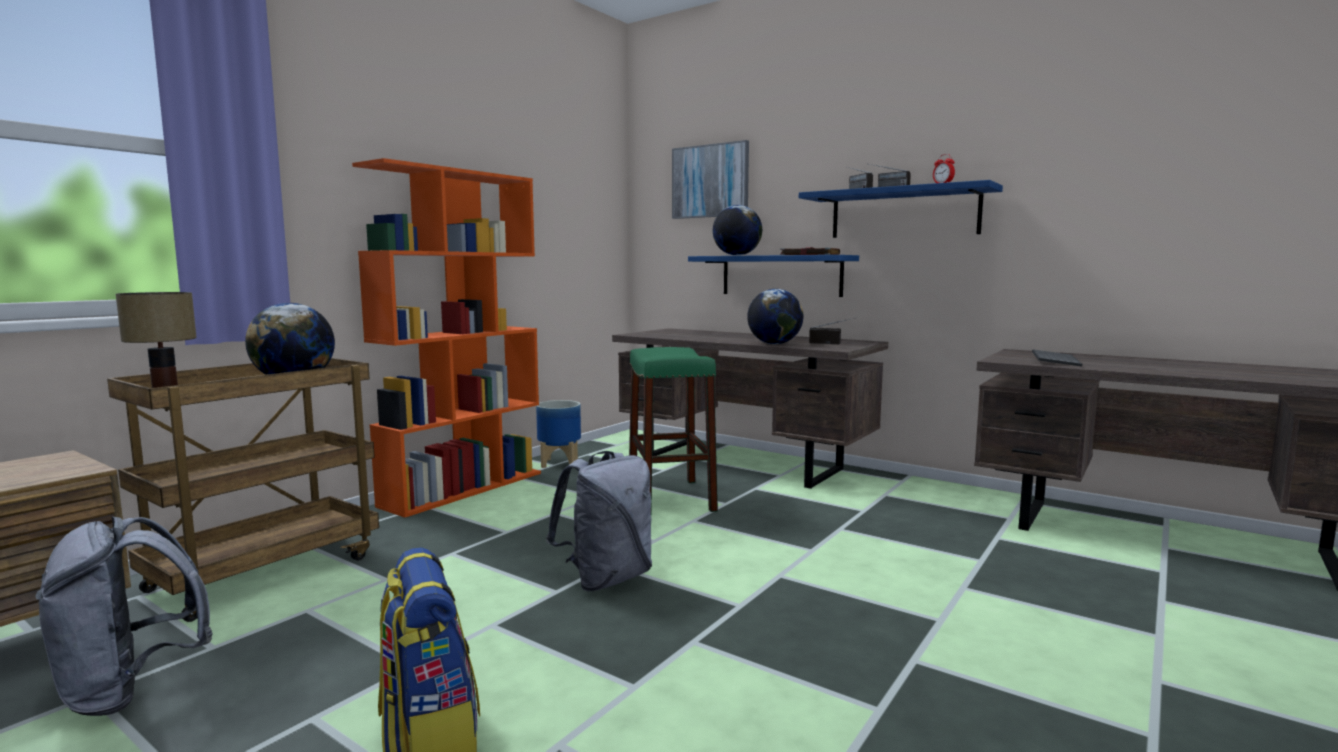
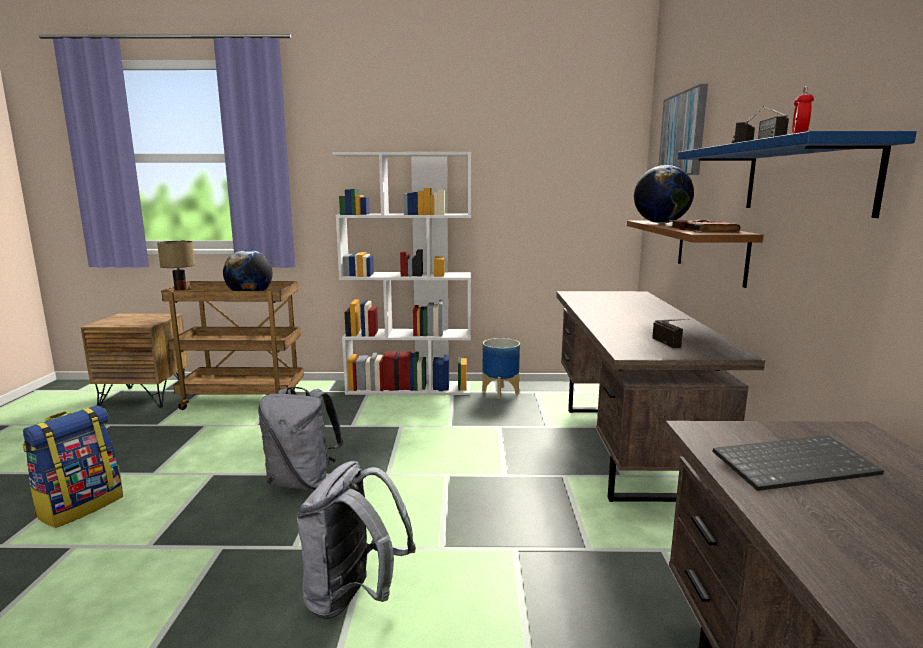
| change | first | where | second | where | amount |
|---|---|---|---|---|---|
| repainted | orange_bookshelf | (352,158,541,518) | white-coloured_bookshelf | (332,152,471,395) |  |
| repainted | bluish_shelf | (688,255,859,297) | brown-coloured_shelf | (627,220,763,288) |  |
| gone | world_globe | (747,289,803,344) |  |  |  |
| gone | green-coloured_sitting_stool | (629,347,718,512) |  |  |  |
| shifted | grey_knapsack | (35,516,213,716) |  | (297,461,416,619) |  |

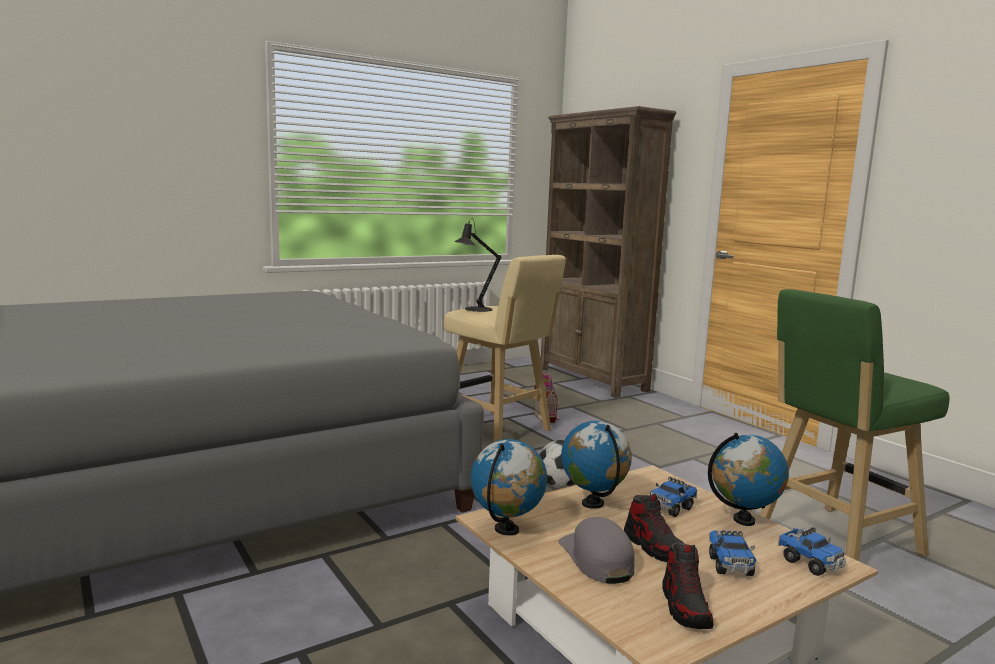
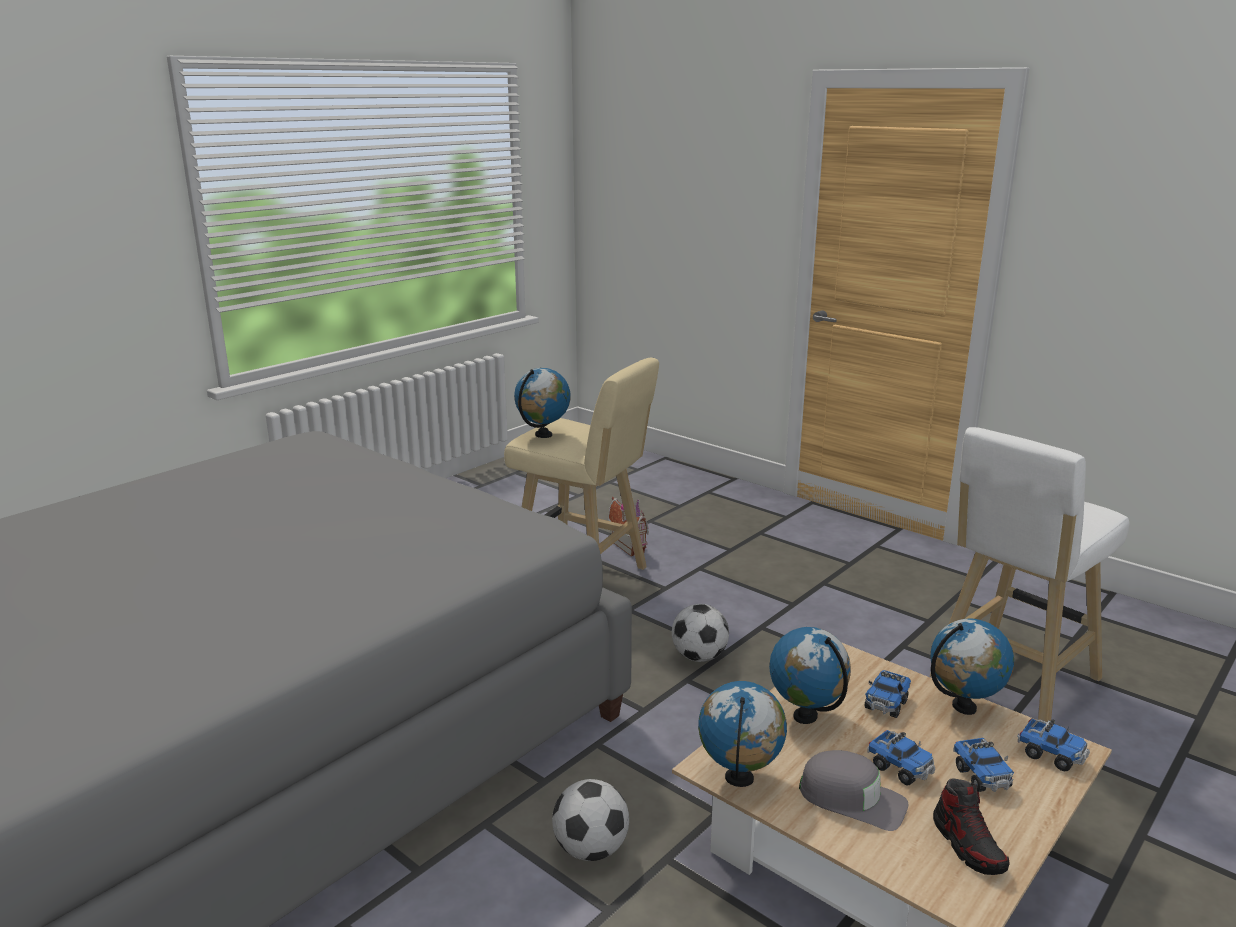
| change | first | where | second | where | amount |
|---|---|---|---|---|---|
| gone | brown-coloured_bookshelf | (541,106,676,398) |  |  |  |
| swapped | blackish_lamp_for_a_table | (454,218,501,312) | world_globe | (514,368,570,438) |  |
| repainted | green-coloured_sitting_stool | (760,289,950,561) | white-coloured_sitting_stool | (930,427,1129,722) |  |
| swapped | item_of_footwear | (624,494,685,562) | toy_truck | (867,730,935,785) |  |
| rotated | grey_baseball_cap | (558,517,635,584) |  | (799,750,909,831) | 150 degrees clockwise |
| new |  |  | ball_for_football | (552,779,629,861) |  |

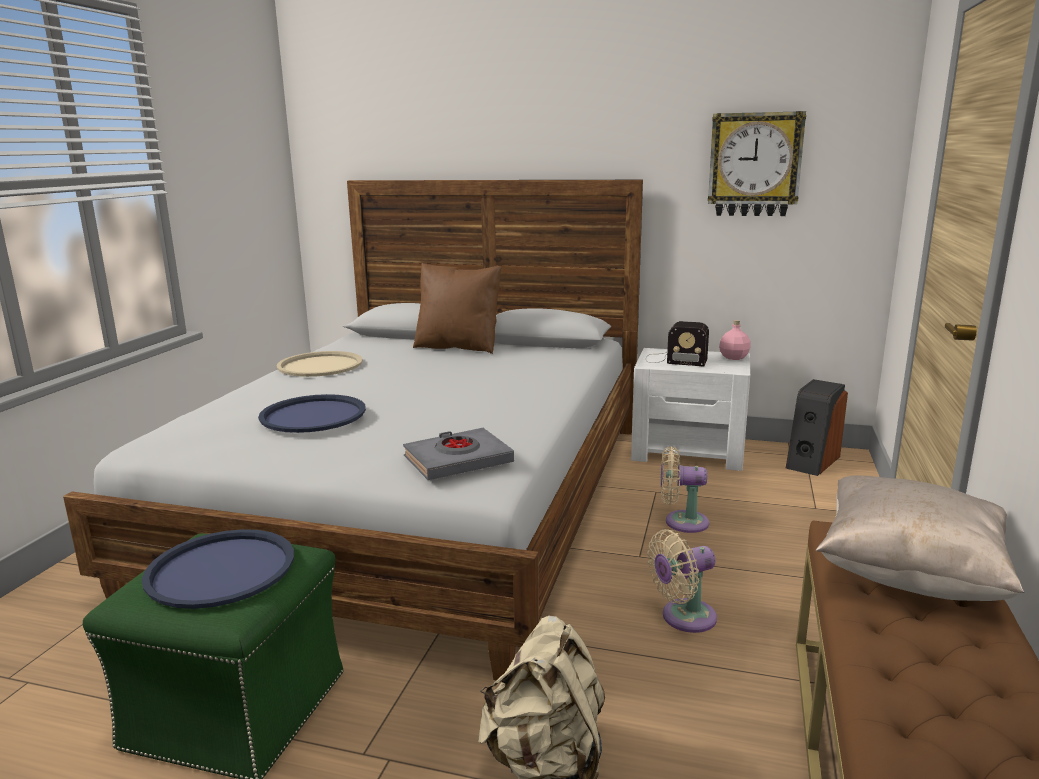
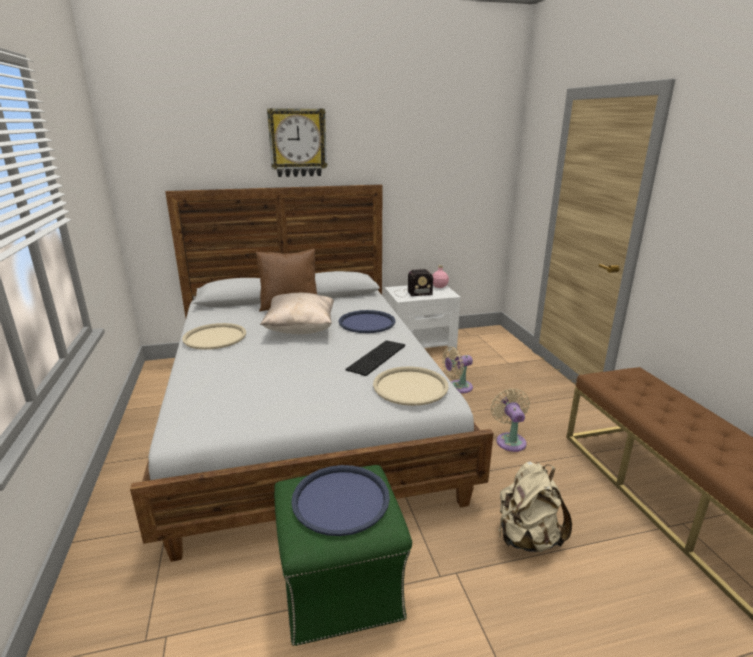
| change | first | where | second | where | amount |
|---|---|---|---|---|---|
| shifted | clock_on_the_wall | (708,111,806,216) |  | (267,108,327,177) |  |
| gone | audio_speaker | (786,379,848,476) |  |  |  |
| shifted | bluish_serving_tray | (258,394,366,433) |  | (338,310,395,333) |  |
| swapped | grey_bound_book | (403,428,514,480) | beige_serving_tray | (373,366,449,406) |  |
| shifted | beige_pillow | (815,475,1024,601) |  | (260,293,334,334) |  |
| rotated | beige_electric_fan | (647,529,717,633) |  | (491,388,530,452) | 135 degrees clockwise |
| new |  |  | computer_keyboard | (345,340,405,376) |  |

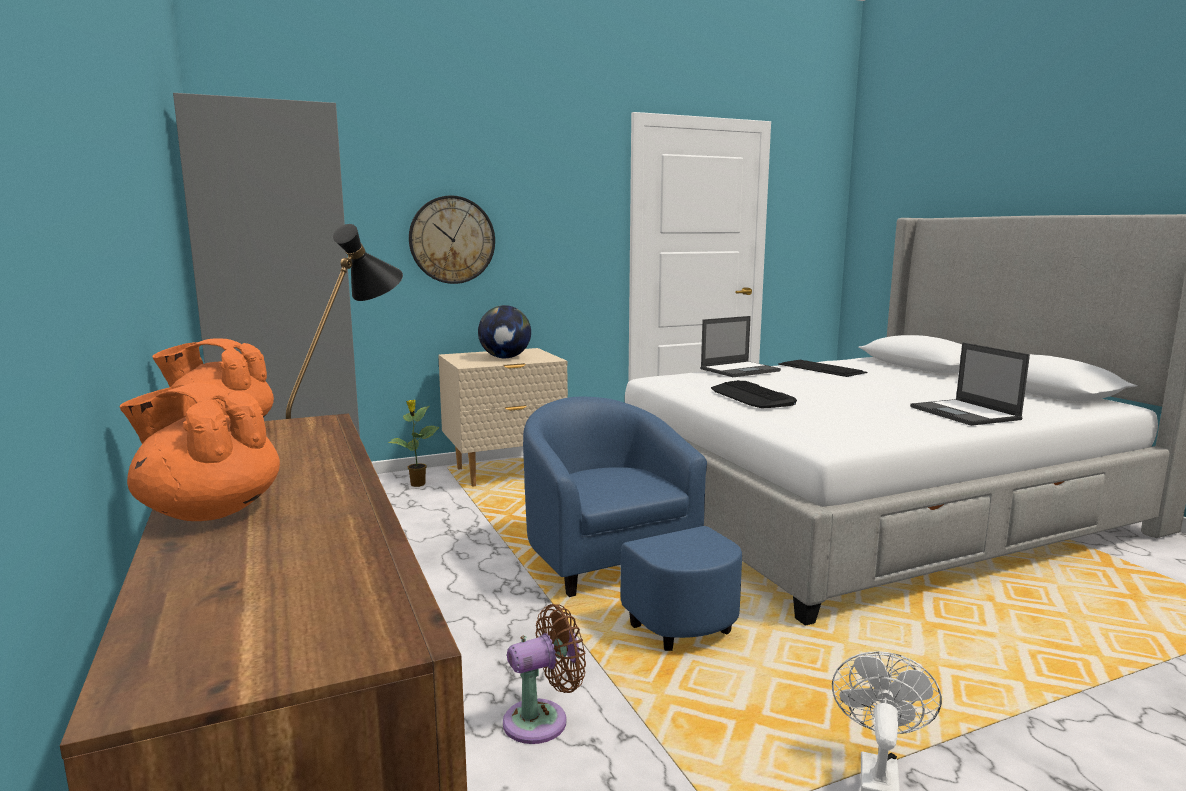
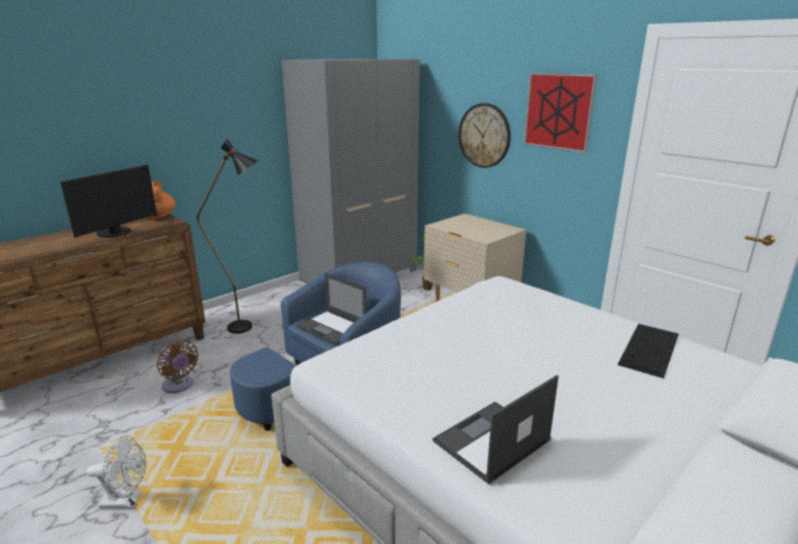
| change | first | where | second | where | amount |
|---|---|---|---|---|---|
| gone | world_globe | (478,305,531,358) |  |  |  |
| shifted | laptop | (700,316,781,377) |  | (296,273,366,345) |  |
| gone | computer_keyboard | (711,380,797,408) |  |  |  |
| gone | orange_pot_for_tea | (119,383,280,521) |  |  |  |
| new |  |  | wall_picture | (523,73,597,153) |  |
| new |  |  | computer_display | (60,165,157,238) |  |

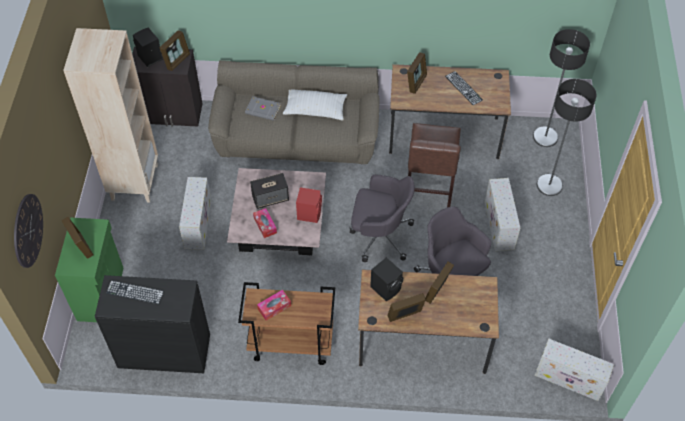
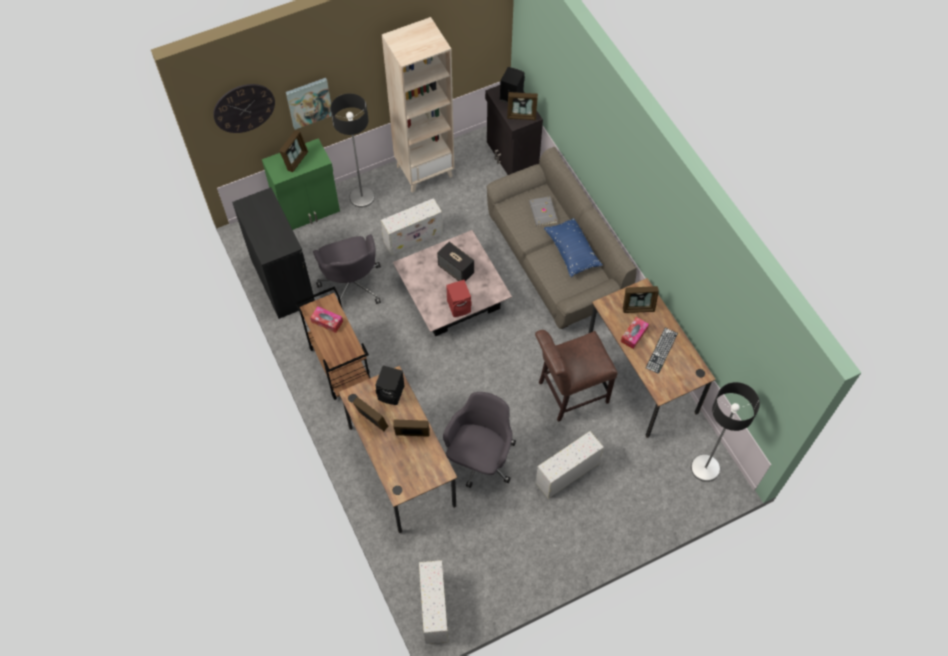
| change | first | where | second | where | amount |
|---|---|---|---|---|---|
| shifted | standing_lamp | (537,79,597,196) |  | (330,93,375,208) |  |
| repainted | white-coloured_pillow | (283,89,347,121) | bluish_pillow | (544,218,602,278) |  |
| shifted | grey_desk_chair | (350,175,415,262) |  | (313,234,381,304) |  |
| shifted | tissue_box | (253,208,277,238) |  | (621,317,649,349) |  |
| gone | computer_keyboard | (106,280,164,304) |  |  |  |
| new |  |  | wall_picture | (286,78,332,130) |  |

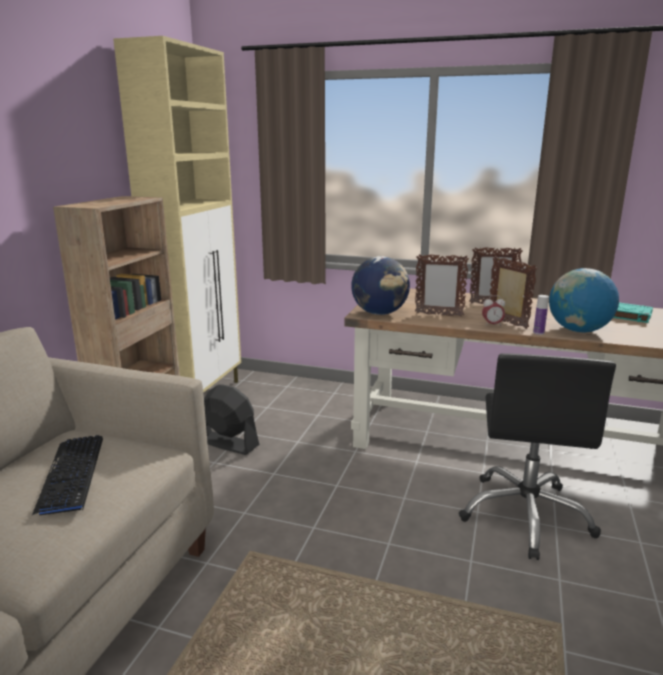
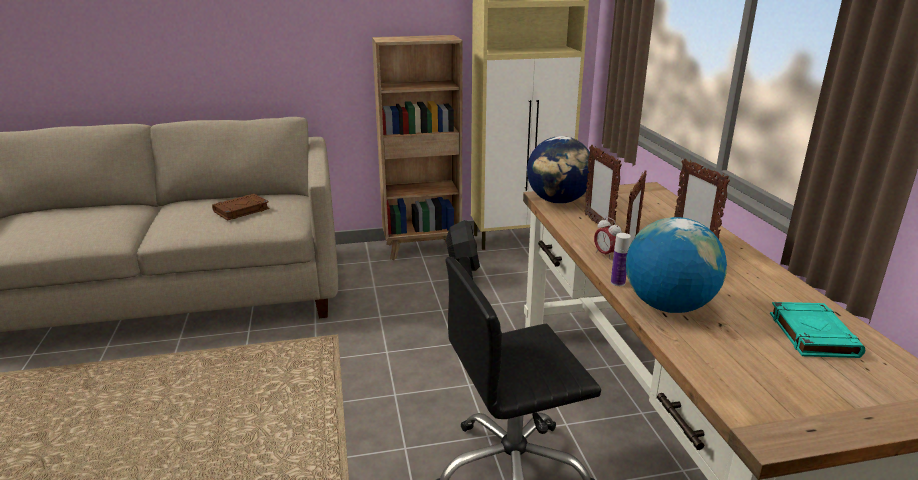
| change | first | where | second | where | amount |
|---|---|---|---|---|---|
| swapped | computer_keyboard | (32,435,103,515) | brown-coloured_bound_book | (212,194,270,221) |  |

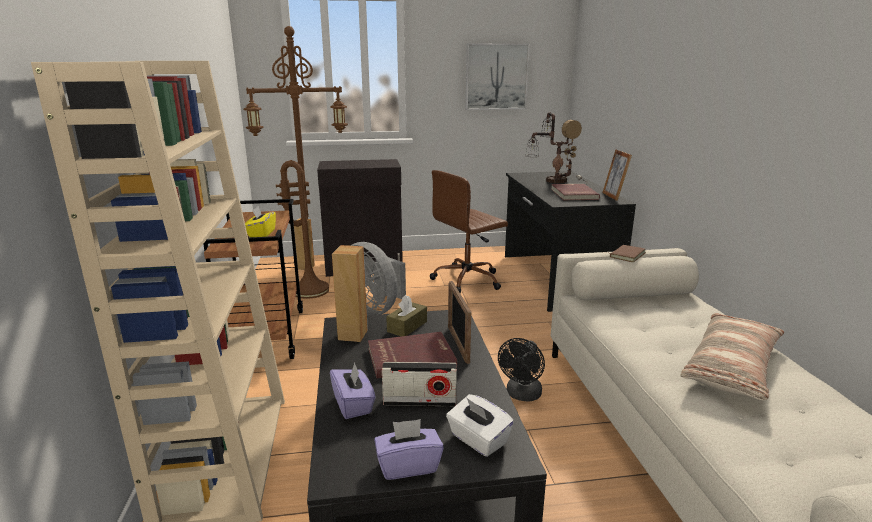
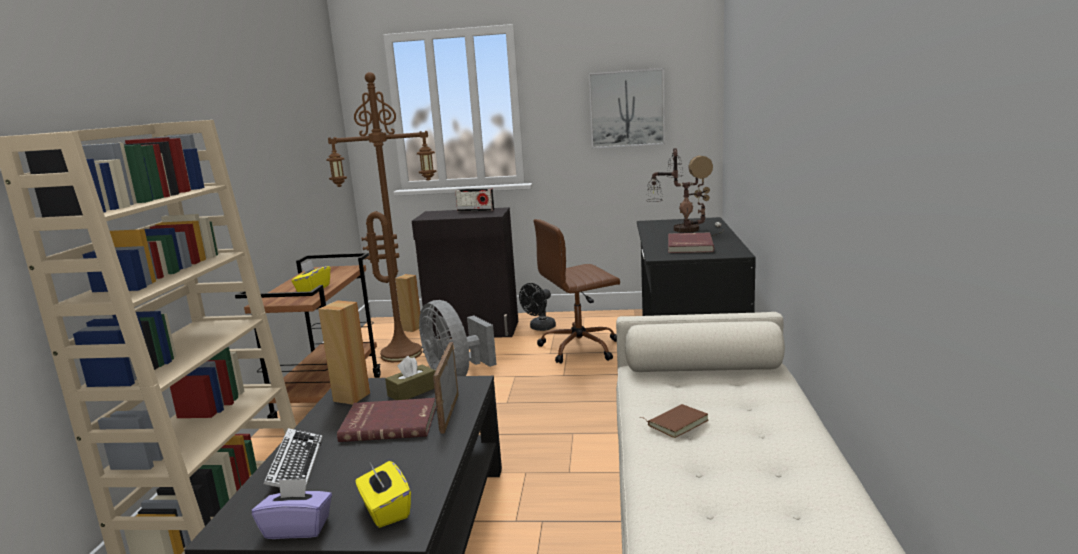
| change | first | where | second | where | amount |
|---|---|---|---|---|---|
| gone | picture_frame | (602,149,632,201) |  |  |  |
| shifted | brown-coloured_bound_book | (607,245,646,262) |  | (642,404,708,438) |  |
| gone | pillow | (680,313,784,400) |  |  |  |
| shifted | blackish_electric_fan | (498,338,545,402) |  | (519,283,556,331) |  |
| swapped | purplish_tissue_box | (330,362,376,419) | computer_keyboard | (264,428,323,491) |  |
| shifted | radio_set | (382,362,457,406) |  | (455,188,494,211) |  |
| repainted | white-coloured_tissue_box | (446,394,514,457) | yellow_tissue_box | (355,461,411,528) |  |

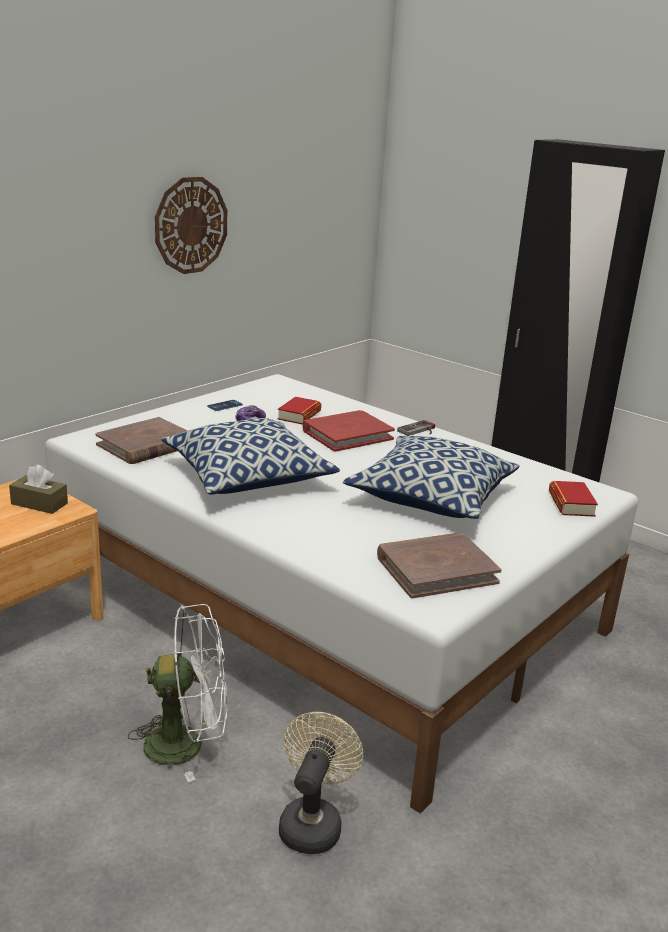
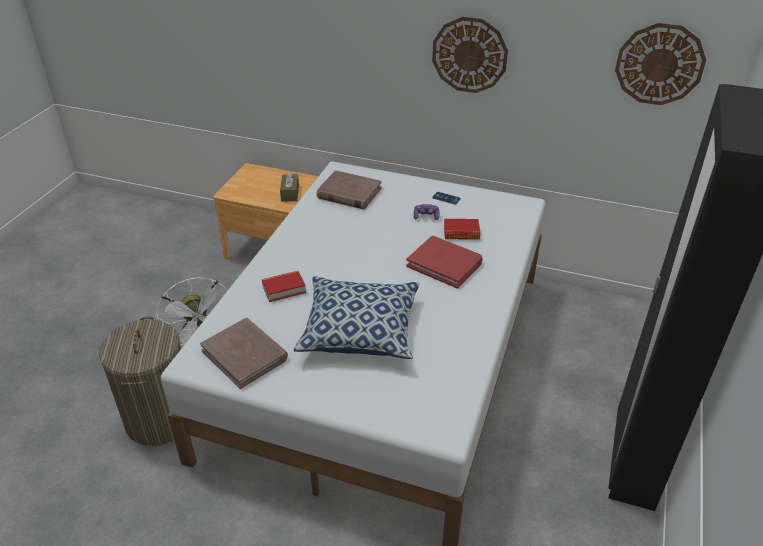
| change | first | where | second | where | amount |
|---|---|---|---|---|---|
| gone | pillow | (162,418,340,495) |  |  |  |
| gone | game_controller | (397,420,435,436) |  |  |  |
| shifted | bound_book | (549,481,598,517) |  | (262,271,306,302) |  |
| swapped | beige_electric_fan | (279,712,363,854) | hamper | (99,316,181,446) |  |
| new |  |  | clock_on_the_wall | (615,23,706,105) |  |

